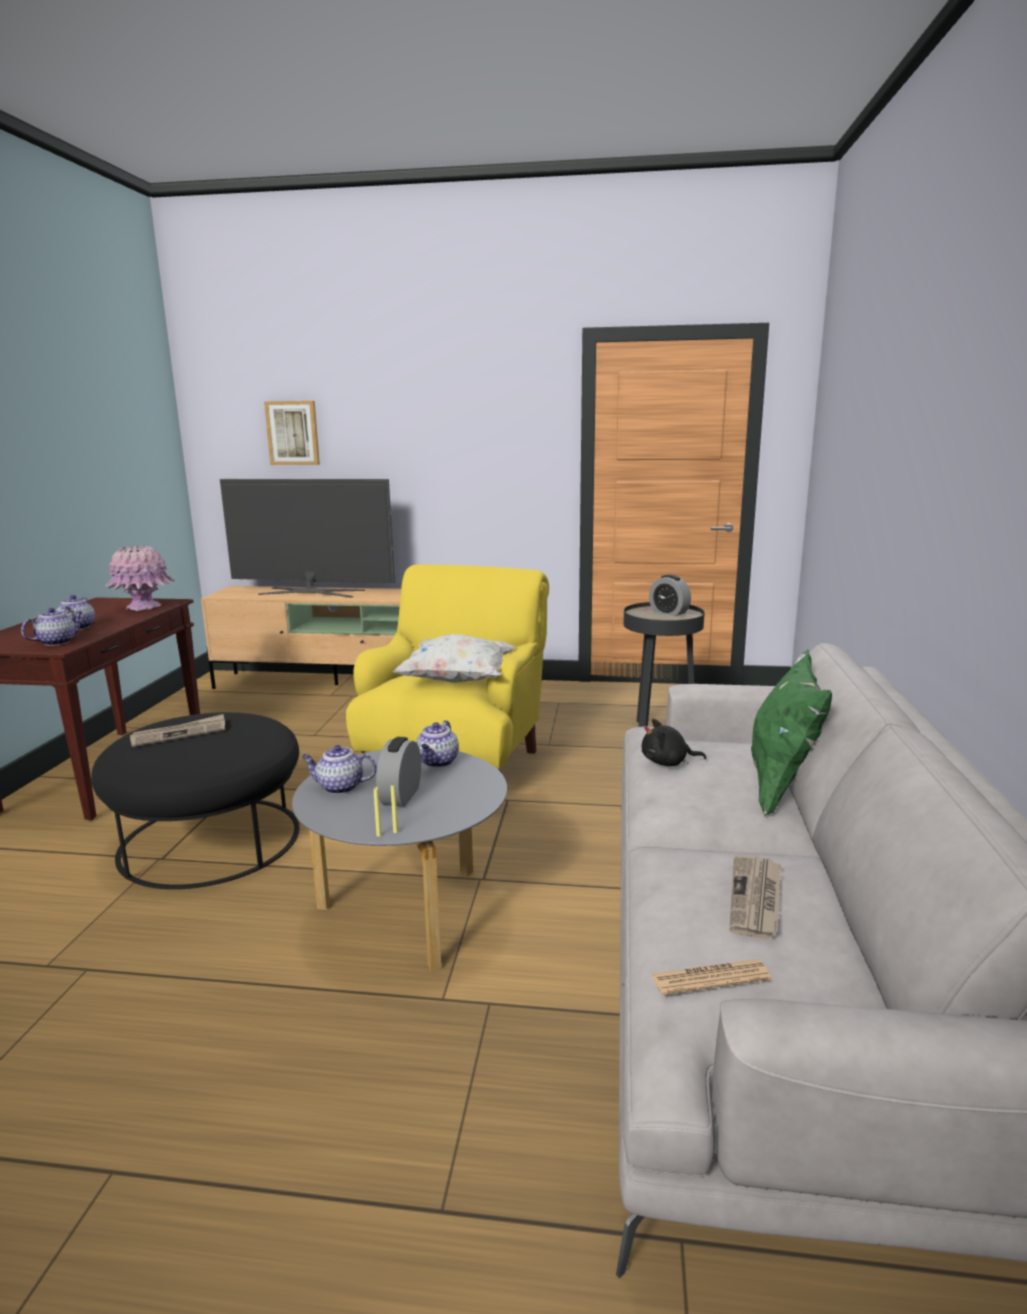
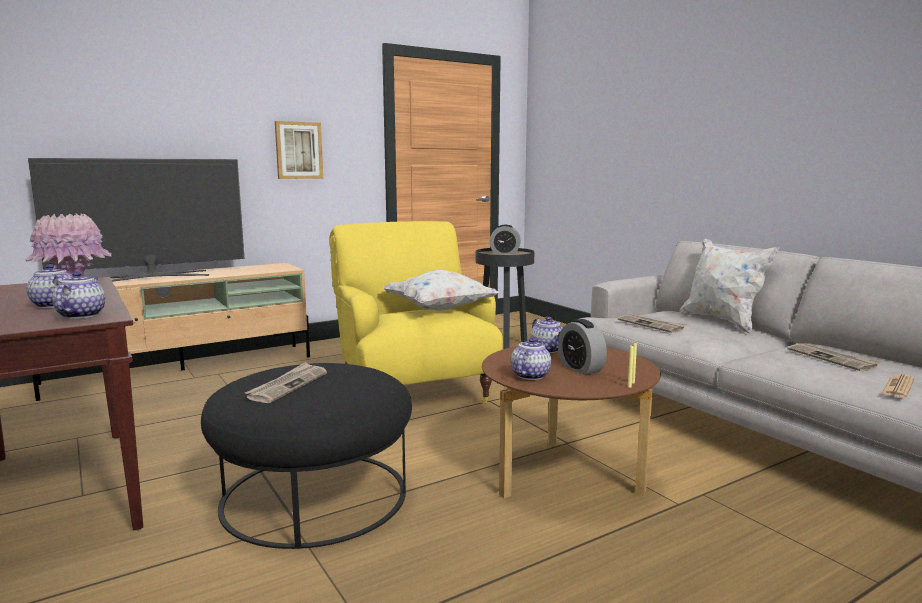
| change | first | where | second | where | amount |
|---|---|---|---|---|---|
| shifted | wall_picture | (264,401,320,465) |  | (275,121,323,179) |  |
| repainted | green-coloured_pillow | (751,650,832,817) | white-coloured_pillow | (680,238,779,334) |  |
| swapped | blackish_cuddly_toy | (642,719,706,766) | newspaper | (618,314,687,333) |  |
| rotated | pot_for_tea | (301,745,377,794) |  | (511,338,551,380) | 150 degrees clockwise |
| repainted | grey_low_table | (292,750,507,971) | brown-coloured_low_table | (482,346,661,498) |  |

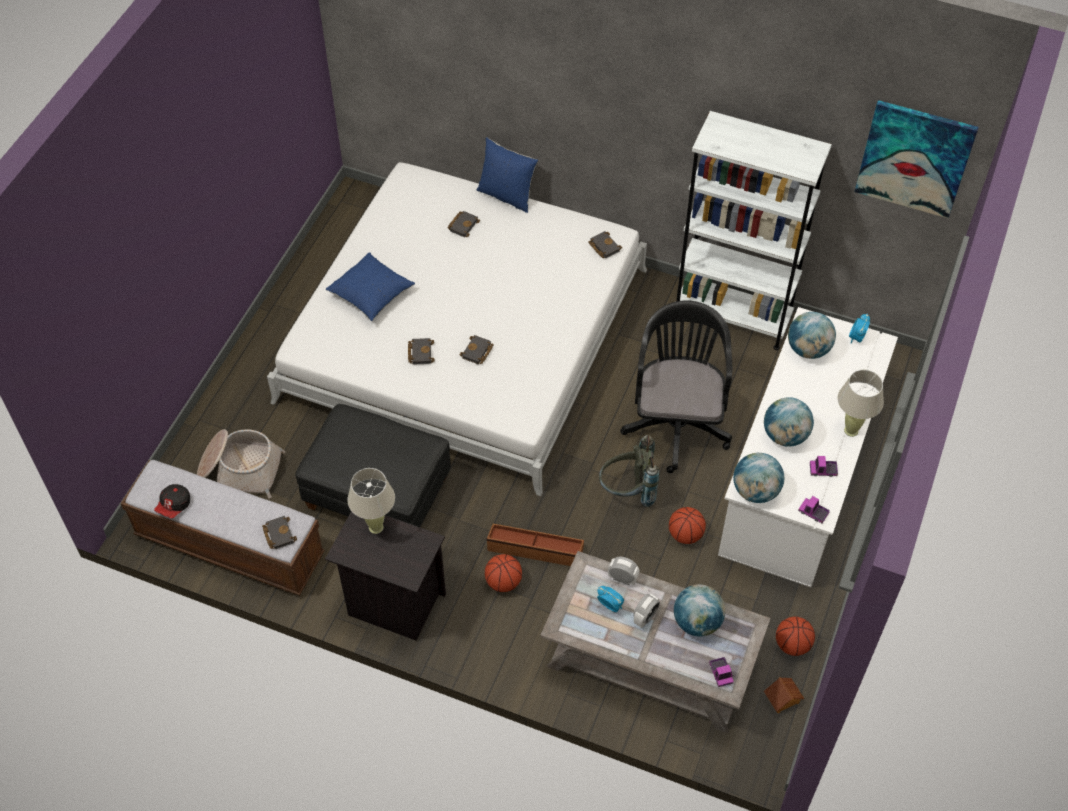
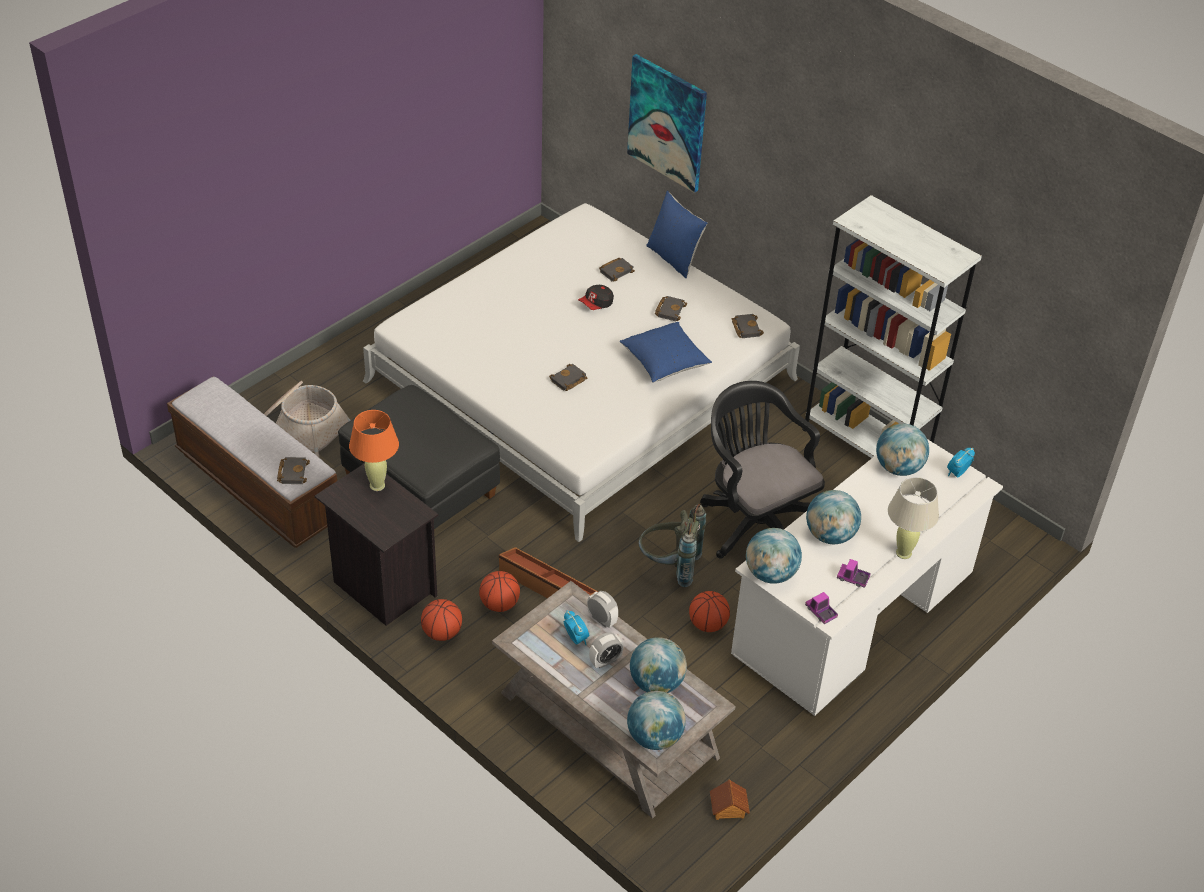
| change | first | where | second | where | amount |
|---|---|---|---|---|---|
| shifted | wall_picture | (855,100,979,218) |  | (627,54,707,193) |  |
| shifted | bluish_pillow | (326,252,415,321) |  | (620,322,712,383) |  |
| rotated | blackish_desk_chair | (620,300,732,473) |  | (700,381,825,559) | 60 degrees counterclockwise |
| shifted | blackish_bound_book | (408,338,435,365) |  | (655,296,687,321) |  |
| repainted | beige_lamp_for_a_table | (347,468,395,534) | orange_lamp_for_a_table | (349,410,399,491) |  |
| shifted | baseball_cap | (154,484,190,519) |  | (578,285,614,310) |  |
| shifted | basketball_ball | (776,616,815,656) |  | (421,599,462,641) |  |
| swapped | toy_truck | (709,657,734,687) | world_globe | (627,691,686,750) |  |

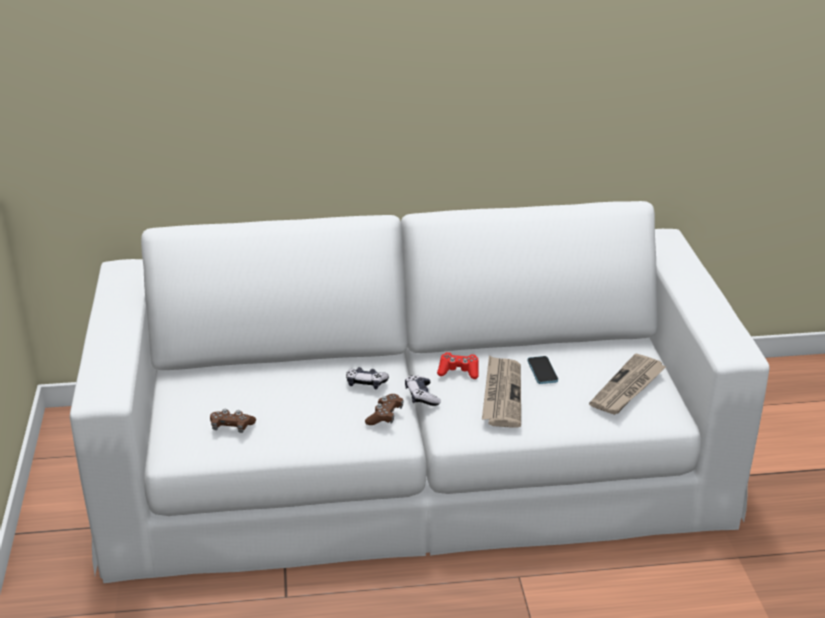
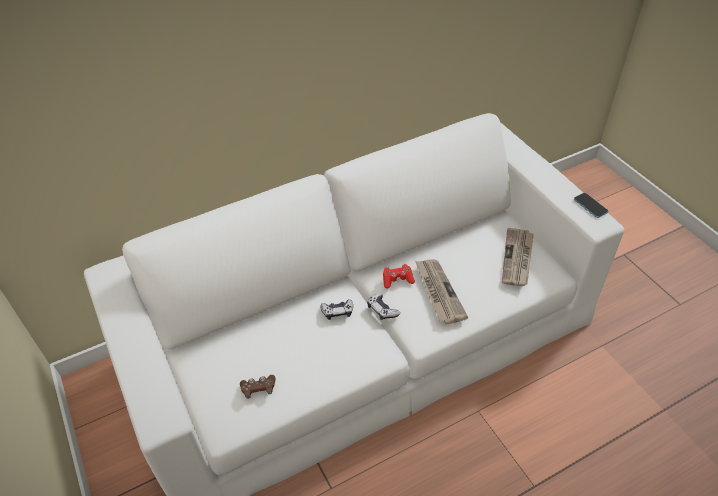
| change | first | where | second | where | amount |
|---|---|---|---|---|---|
| shifted | handset | (528,356,558,384) |  | (574,193,608,218) |  |
| gone | brown-coloured_game_controller | (365,394,403,425) |  |  |  |

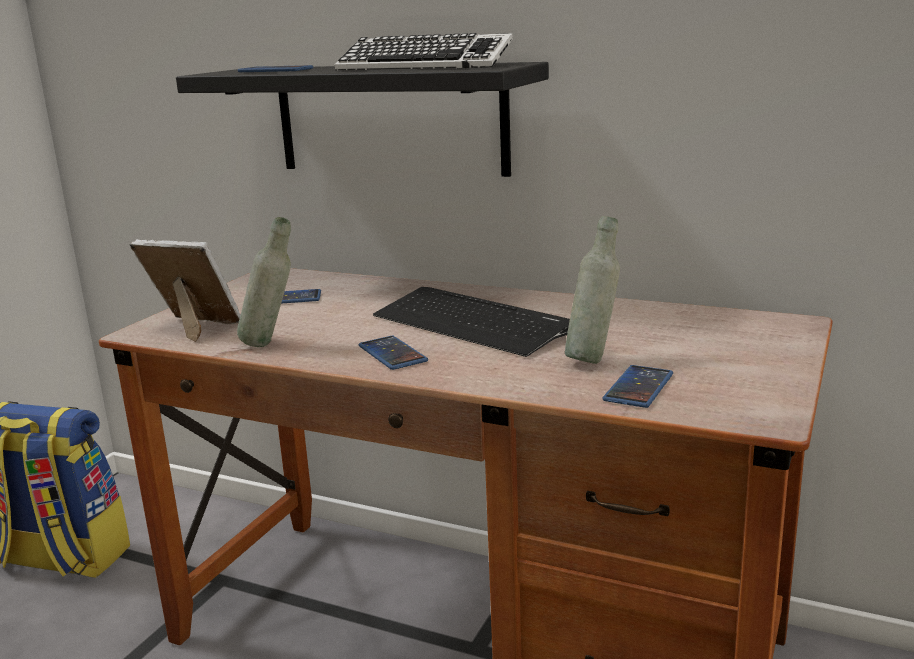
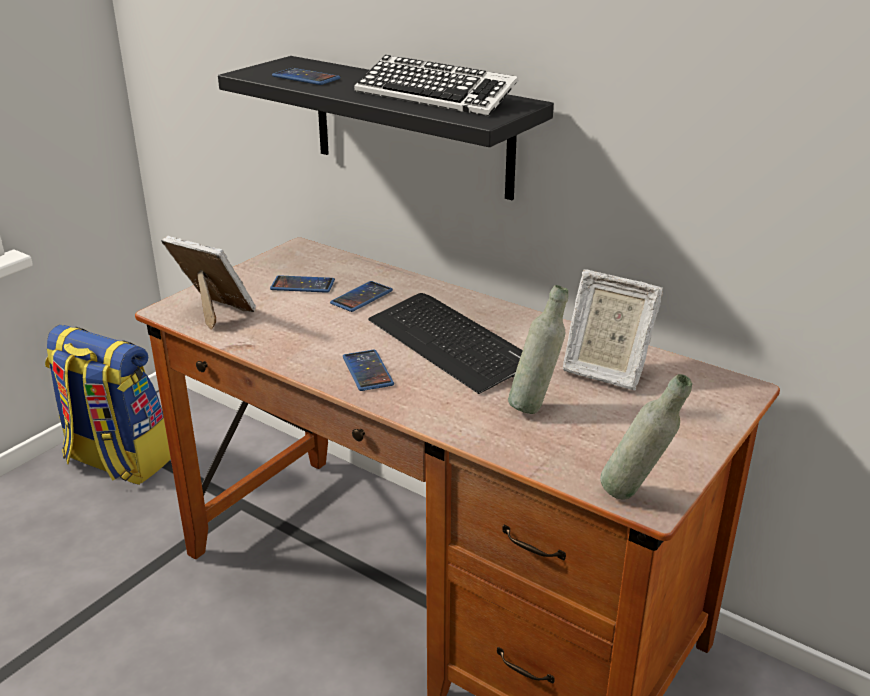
| change | first | where | second | where | amount |
|---|---|---|---|---|---|
| shifted | grey_drink_bottle | (237,217,291,347) |  | (600,374,692,500) |  |
| shifted | handset | (602,365,673,408) |  | (330,281,393,312) |  |
| new |  |  | picture_frame | (563,269,663,391) |  |

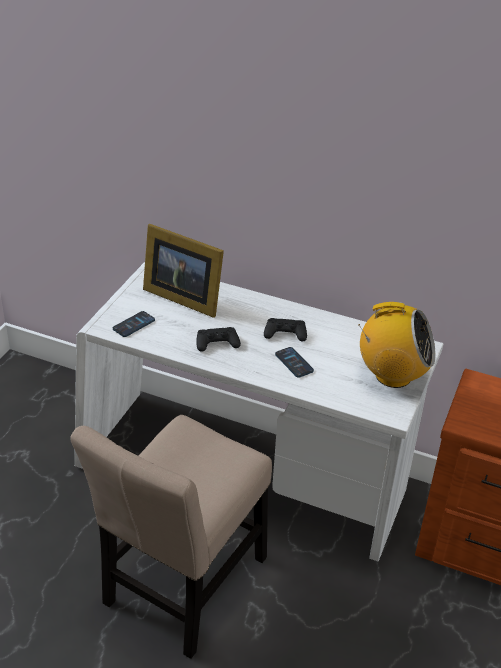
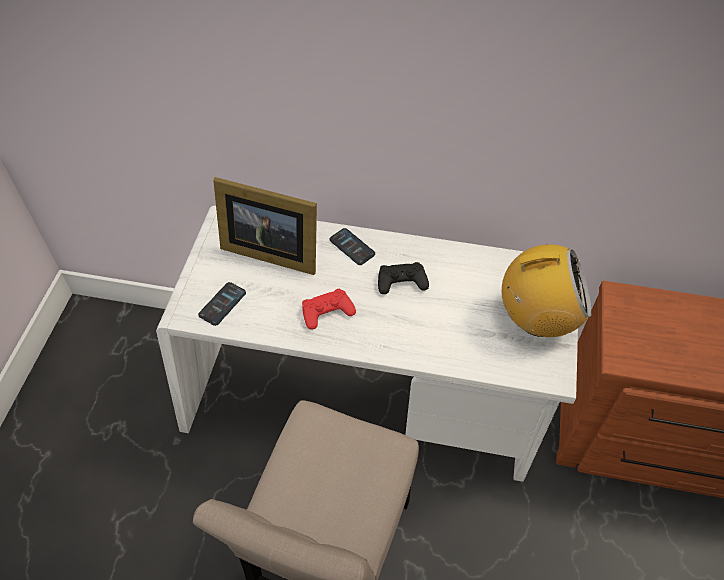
| change | first | where | second | where | amount |
|---|---|---|---|---|---|
| repainted | blackish_game_controller | (196,327,241,352) | reddish_game_controller | (302,289,356,330) |  |
| shifted | handset | (275,347,314,378) |  | (330,228,375,265) |  |

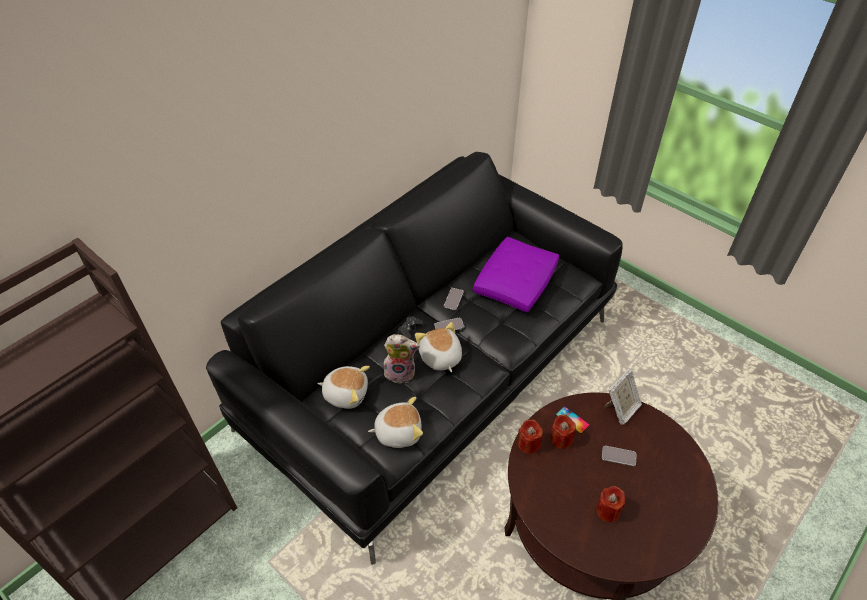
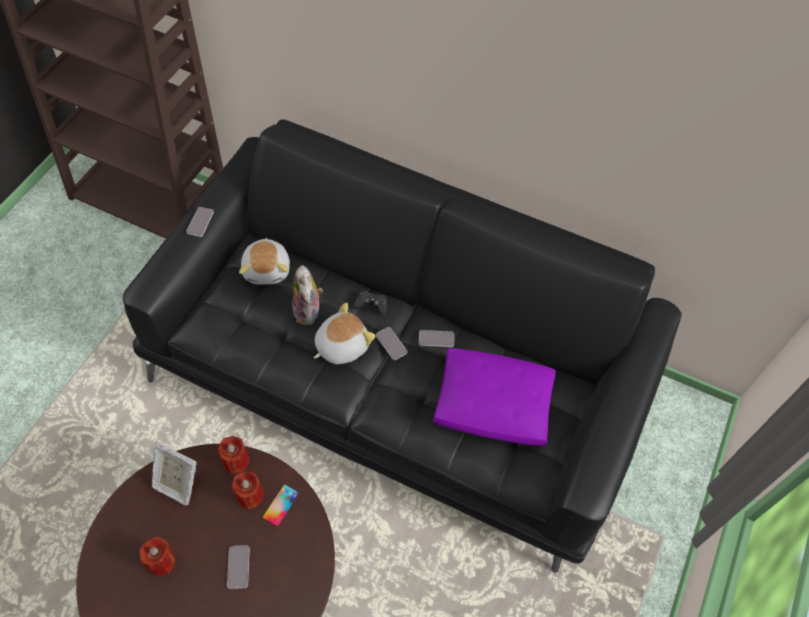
| change | first | where | second | where | amount |
|---|---|---|---|---|---|
| shifted | picture_frame | (604,369,642,425) |  | (152,441,197,505) |  |
| gone | cuddly_toy | (368,397,423,448) |  |  |  |
| new |  |  | handset | (186,207,214,237) |  |

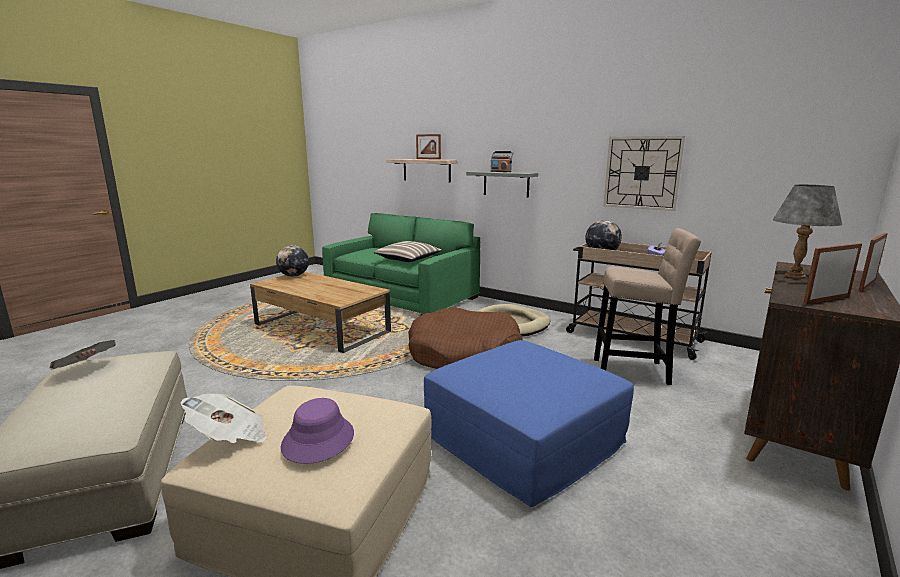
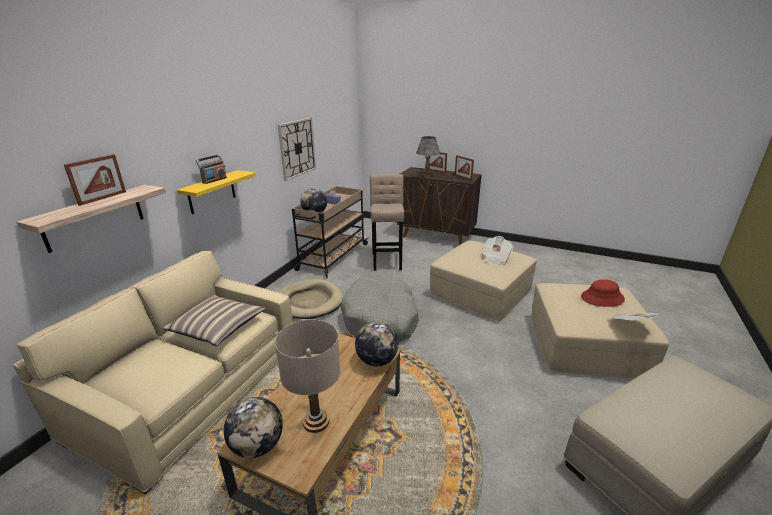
| change | first | where | second | where | amount |
|---|---|---|---|---|---|
| repainted | grey_shelf | (466,171,538,198) | yellow_shelf | (177,170,256,214) |  |
| repainted | green-coloured_sofa | (322,213,480,315) | beige_sofa | (13,251,293,494) |  |
| repainted | brown-coloured_pet_bed | (408,307,522,369) | grey_pet_bed | (341,275,419,342) |  |
| shifted | newspaper | (49,340,116,370) |  | (482,236,513,264) |  |
| repainted | bluish_ottoman | (424,340,634,507) | beige_ottoman | (430,240,537,321) |  |
| repainted | purplish_hat | (281,398,354,464) | reddish_hat | (581,279,625,307) |  |
| new |  |  | beige_lamp_for_a_table | (275,320,340,433) |  |
| new |  |  | world_globe | (355,322,399,366) |  |

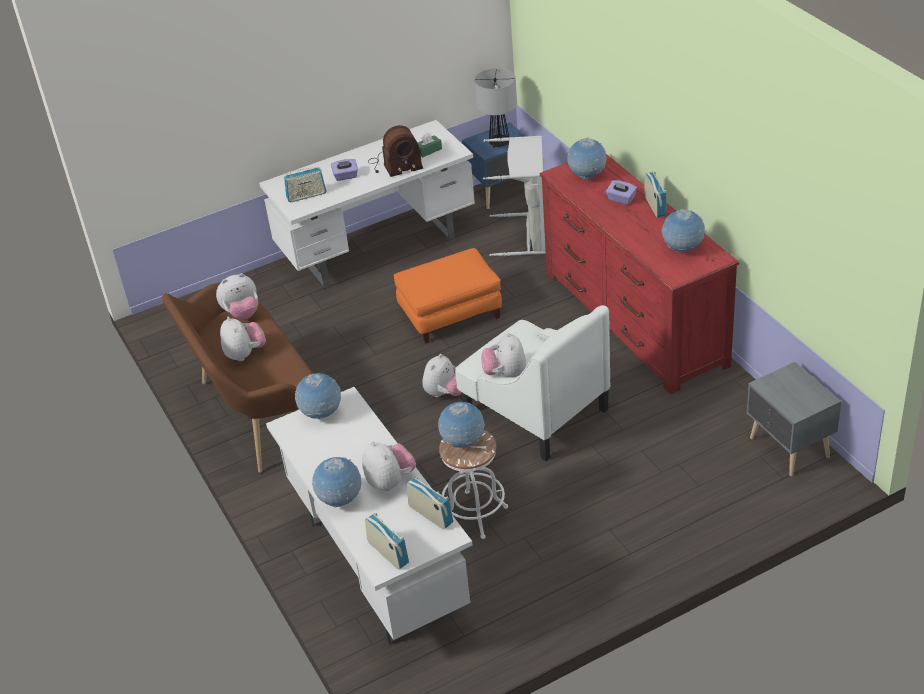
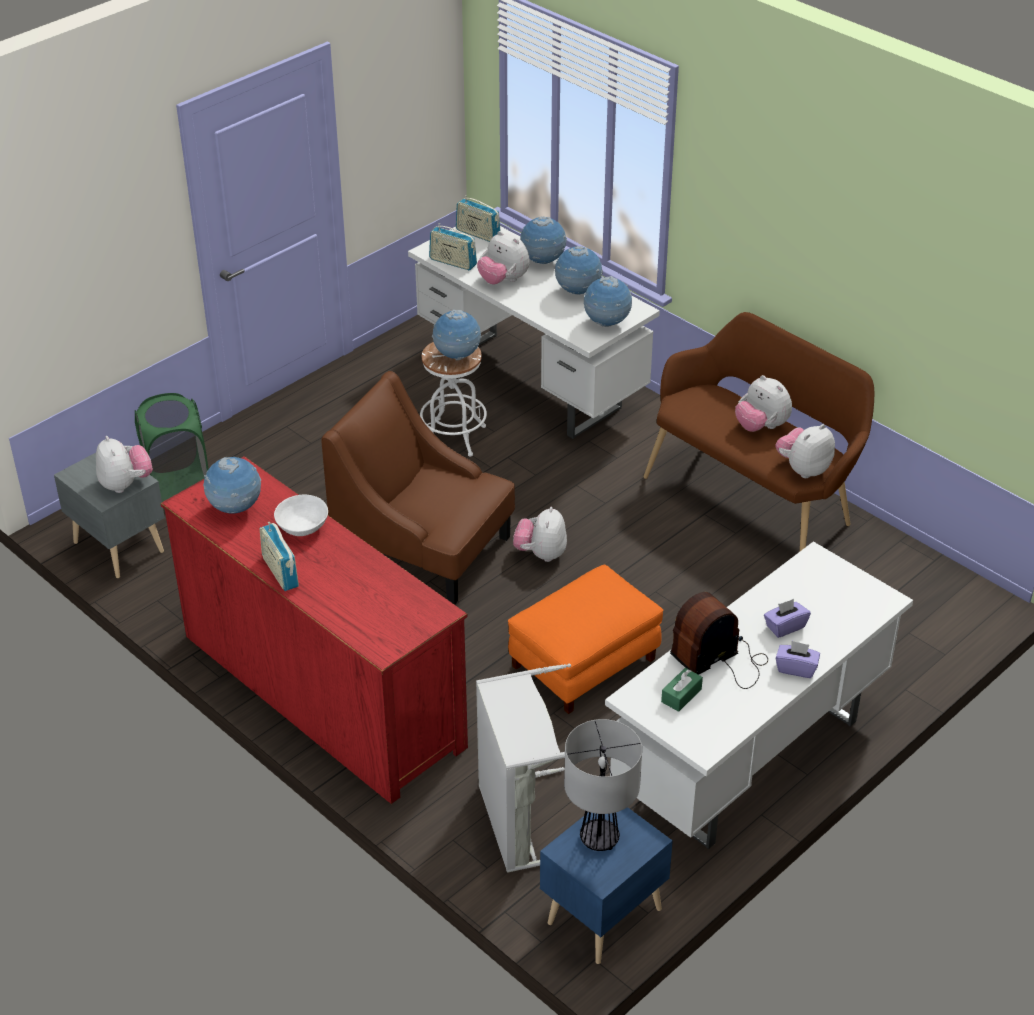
| change | first | where | second | where | amount |
|---|---|---|---|---|---|
| shifted | world_globe | (567,138,607,179) |  | (555,246,603,295) |  |
| gone | radio_set | (284,167,326,202) |  |  |  |
| shifted | purplish_tissue_box | (606,180,637,205) |  | (776,641,820,678) |  |
| repainted | white-coloured_easy_chair | (455,305,610,461) | brown-coloured_easy_chair | (321,371,515,605) |  |
| shifted | cuddly_toy | (481,332,526,378) |  | (96,436,153,493) |  |
| new |  |  | green-coloured_hamper | (135,393,209,510) |  |
| new |  |  | white-coloured_bowl | (274,495,328,536) |  |

